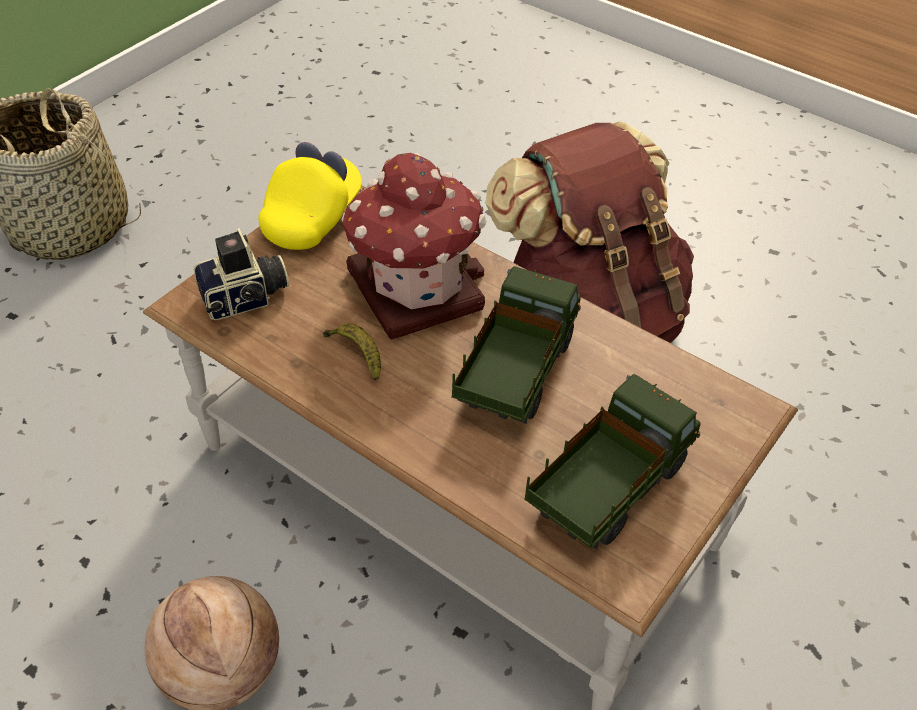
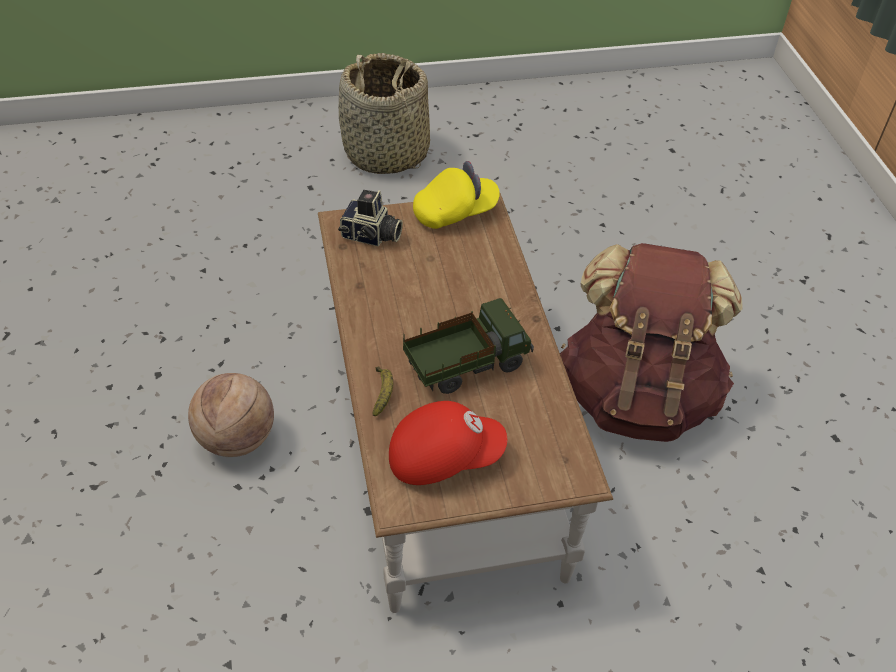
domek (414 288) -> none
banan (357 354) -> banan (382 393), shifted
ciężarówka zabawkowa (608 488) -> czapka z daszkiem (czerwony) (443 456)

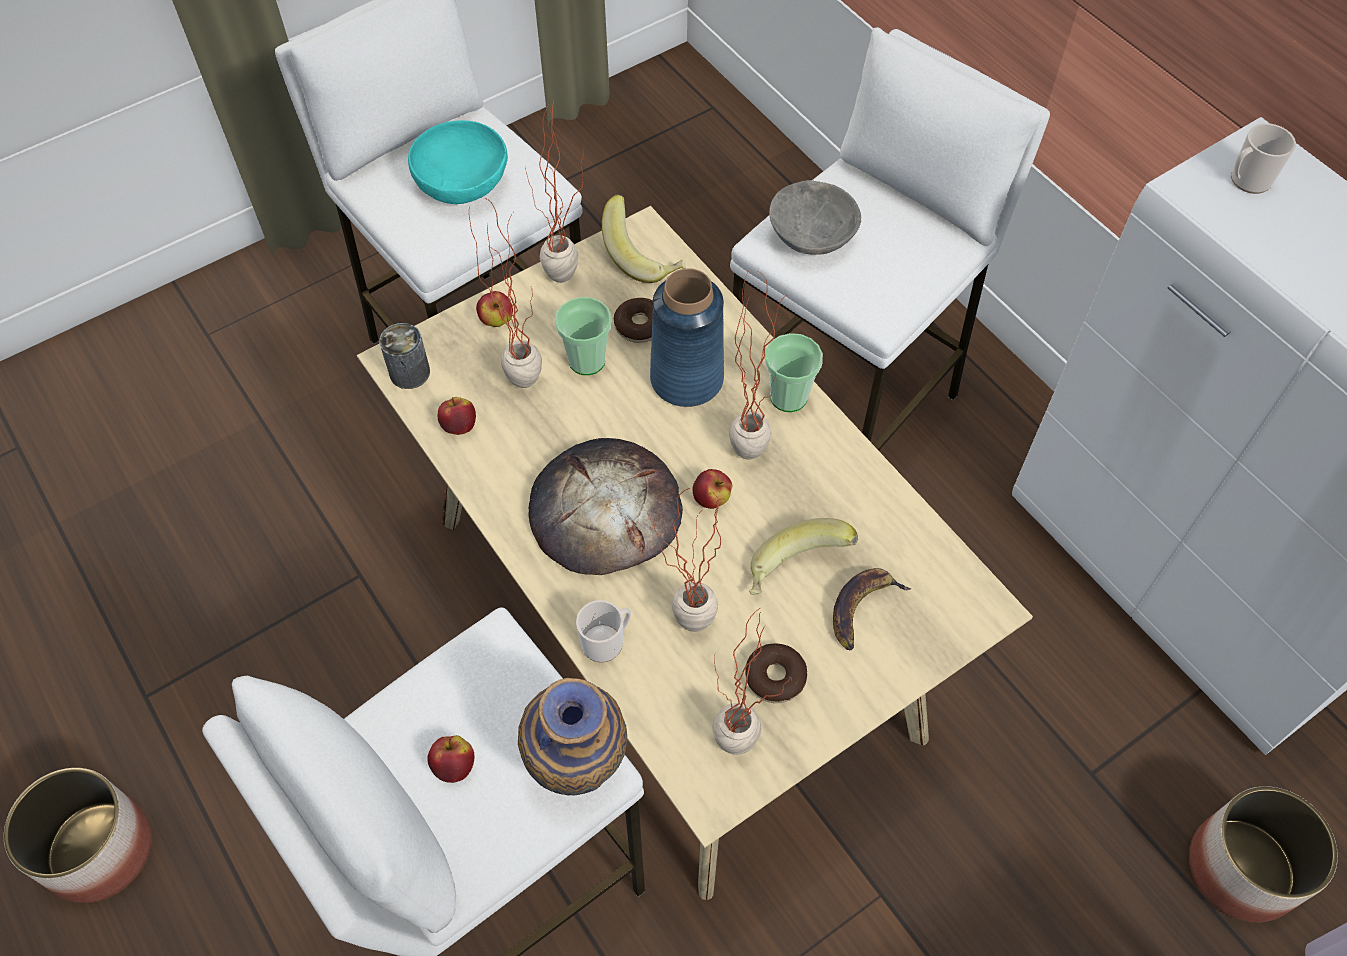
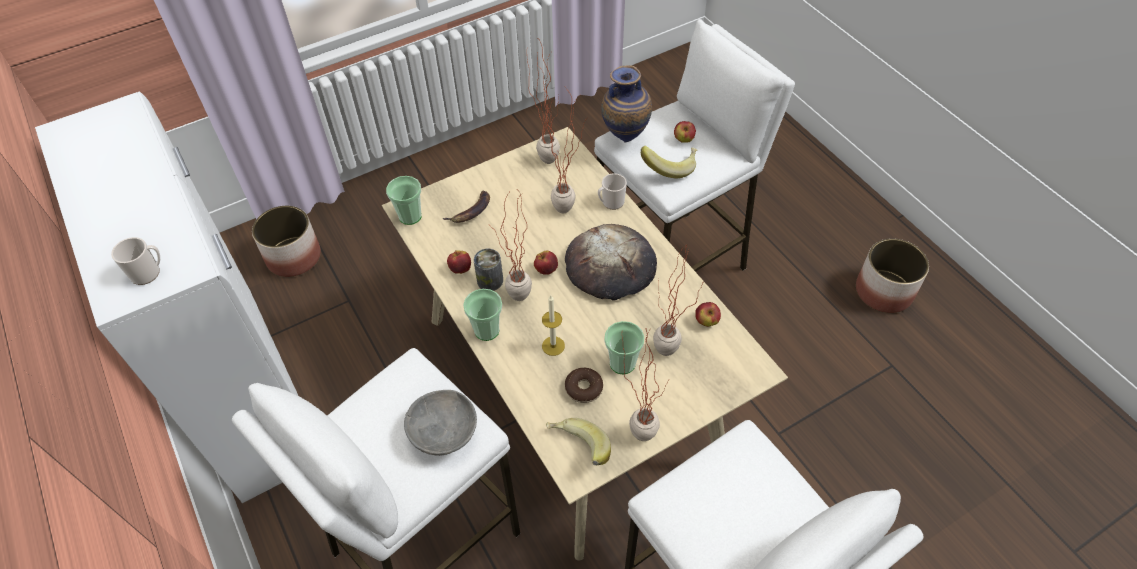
miska (turkusowy) (463 184) -> none
donut (775 677) -> none
none -> filiżanka (410 216)
puszka (409 372) -> puszka (490 280), shifted
jabłko (496 320) -> jabłko (460 269), shifted
banan (796 573) -> banan (669 167), shifted
wazon (niebieski) (687 379) -> świeca (553 346)

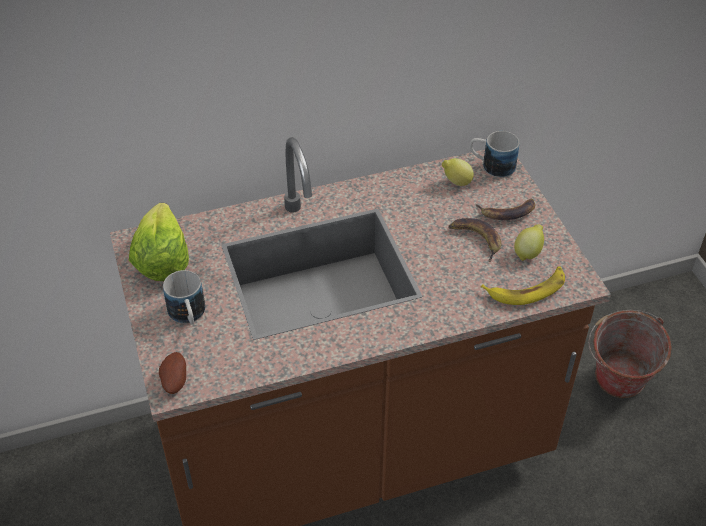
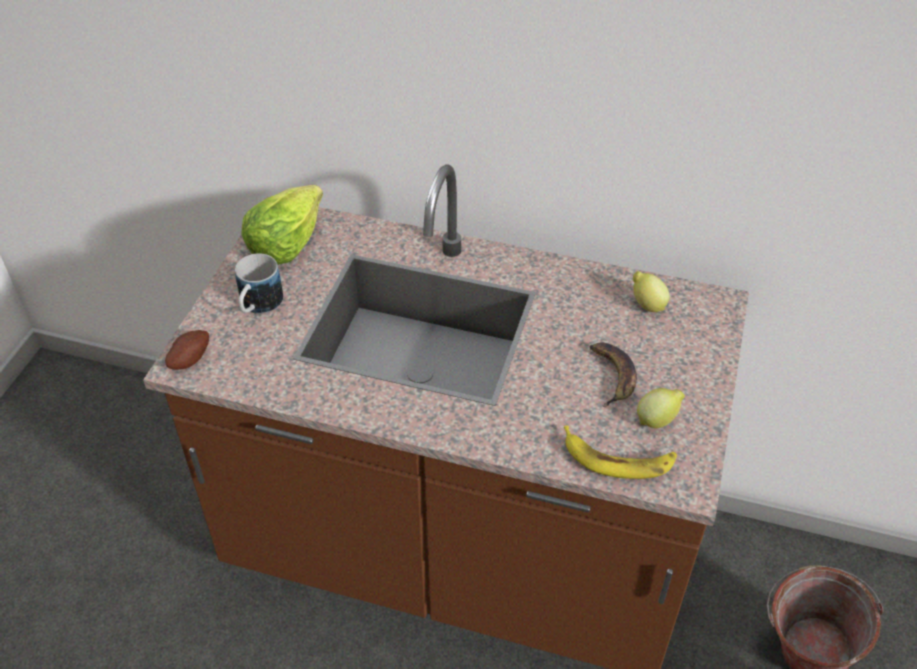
kubek (491 166) -> none
banan (507 212) -> none

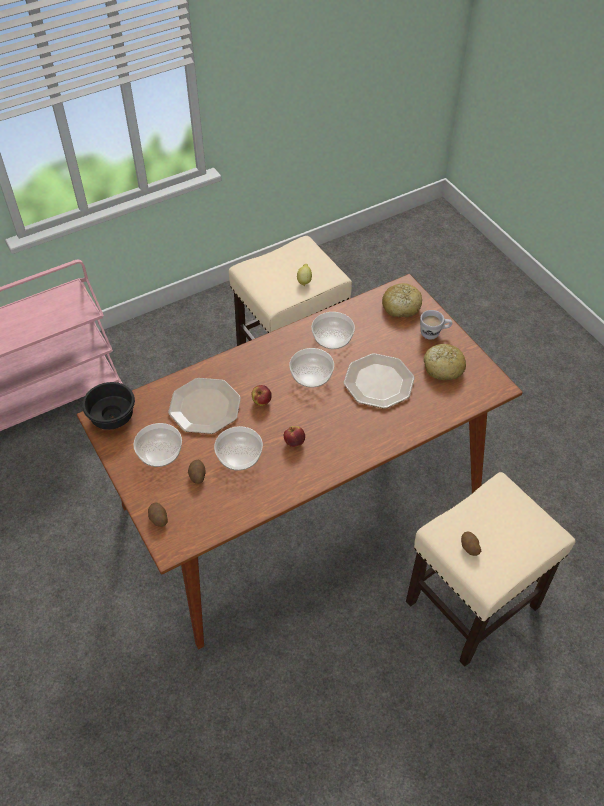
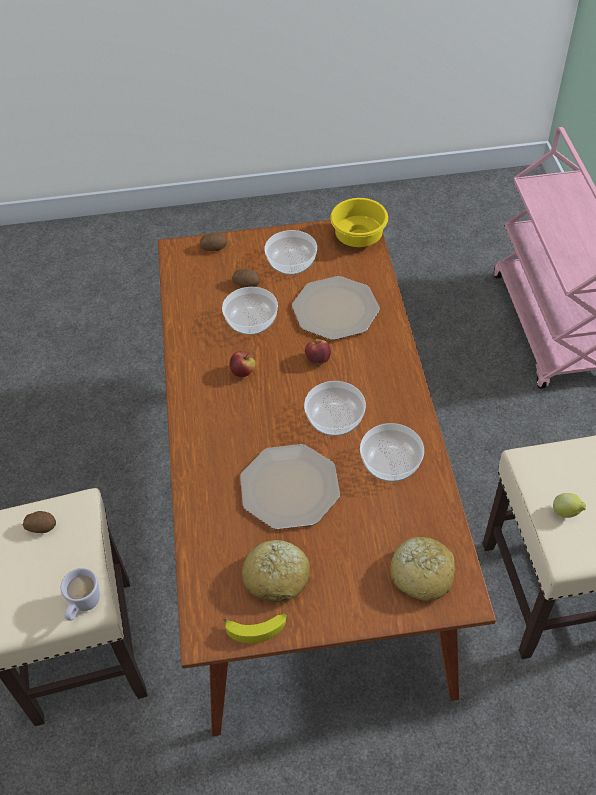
none -> banan (257 628)
kubek (biały) (434 333) -> kubek (biały) (83 606), shifted
miska (czarny) (110 417) -> miska (żółty) (359 236)

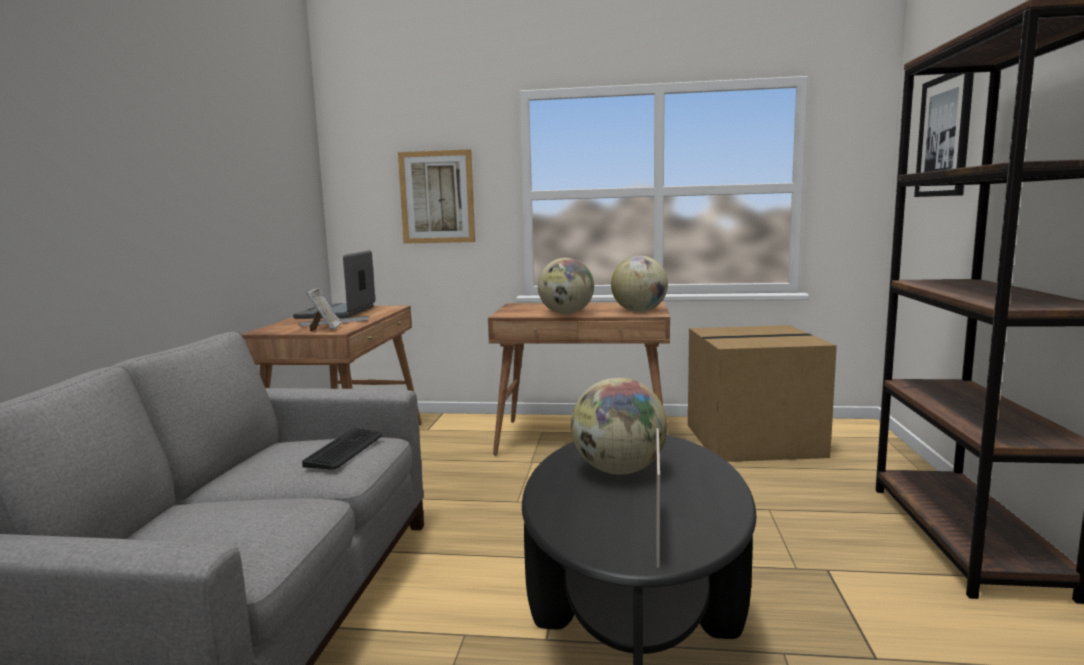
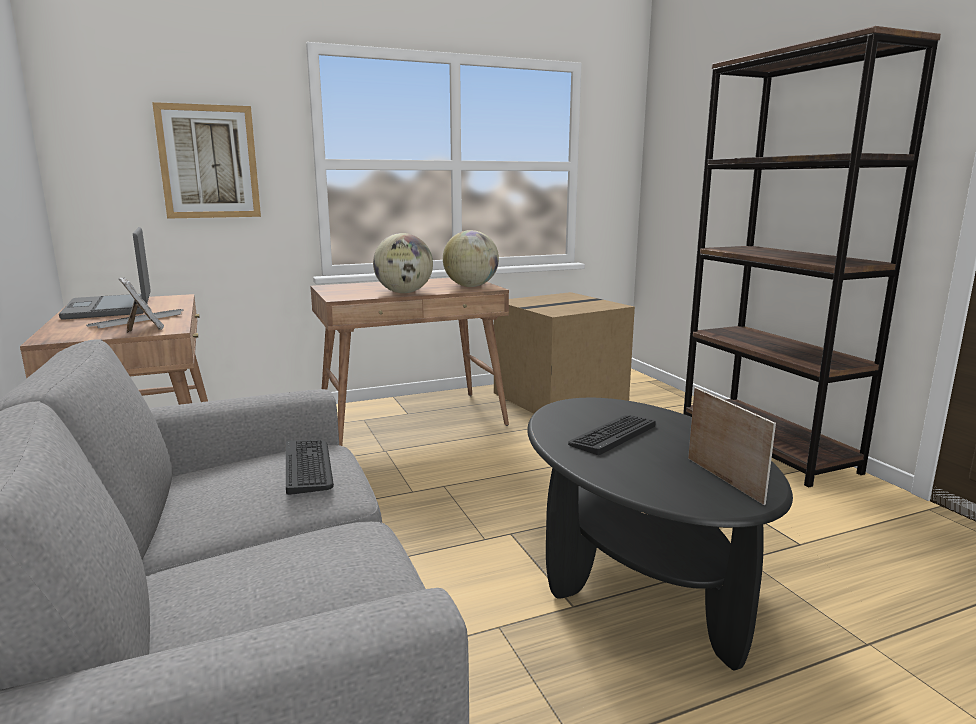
obraz (944 136) -> none
globus (618 470) -> klawiatura (612 434)

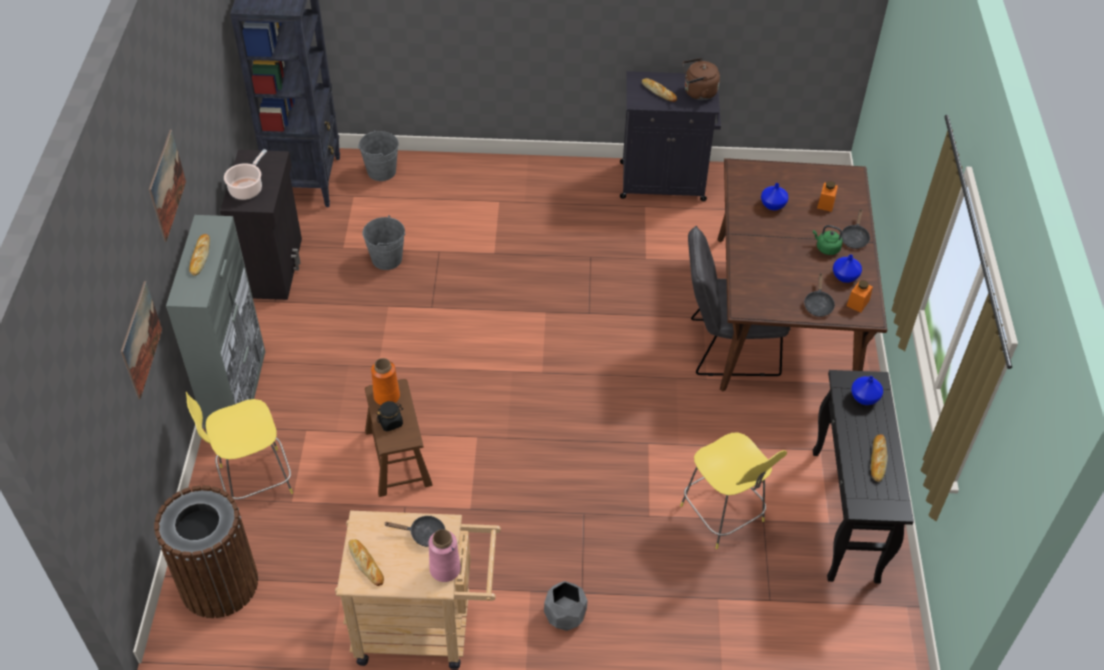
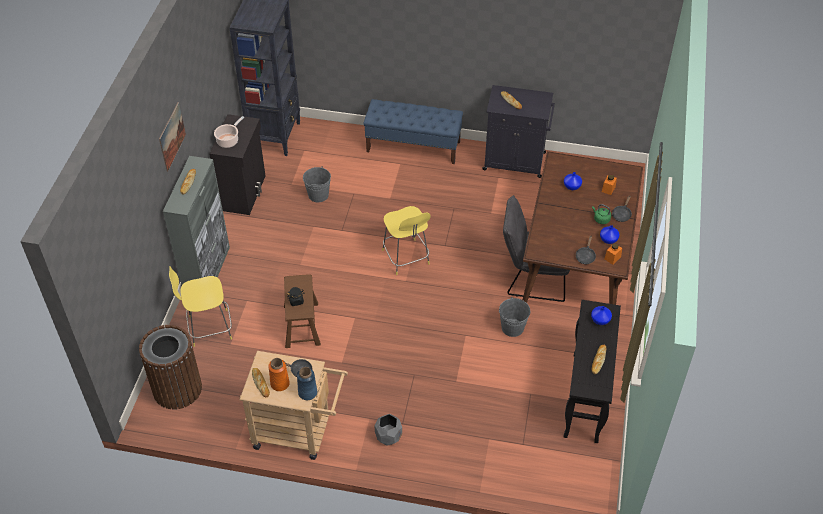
obraz (141 340) -> none
czajnik (brązowy) (698 93) -> none
none -> ławka (niebieski) (413 147)
wiadro (szary) (381 171) -> wiadro (szary) (512 327), shifted
wazon (pomarańczowy) (386 396) -> wazon (pomarańczowy) (279 384), shifted
stołek (żółty) (724 515) -> stołek (żółty) (406 258), shifted
wazon (różowy) (445 569) -> wazon (niebieski) (307 392)

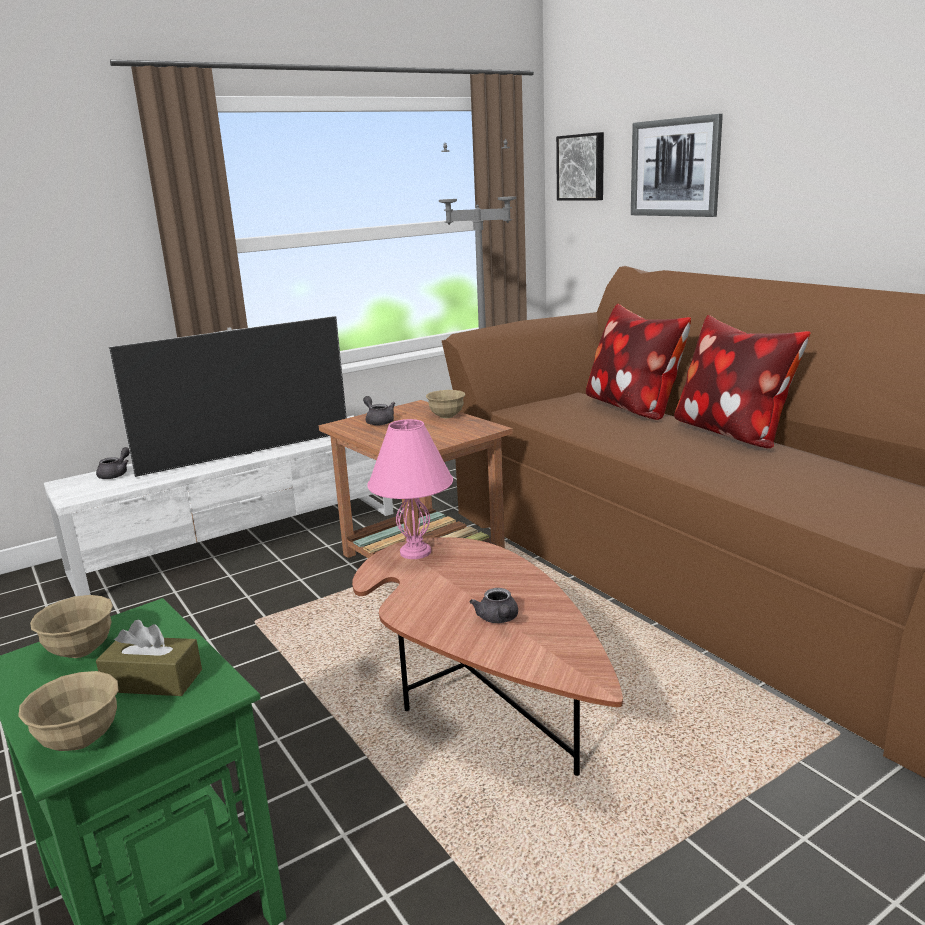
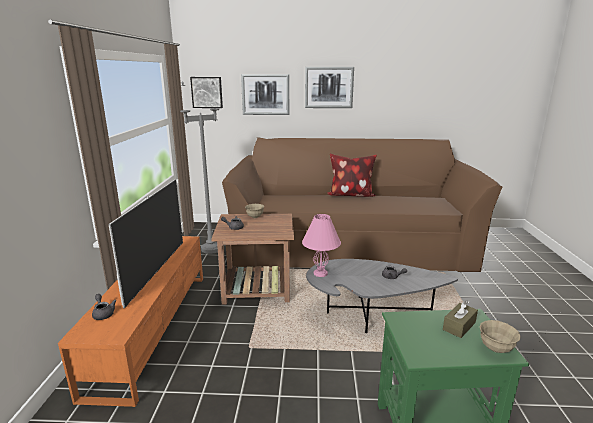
miska (beżowy) (81 651) -> none
poduszka (633 408) -> none
none -> obraz (329 87)
szafka pod telewizor (biały) (240 541) -> szafka pod telewizor (pomarańczowy) (153 326)
ława (brązowy) (480 692) -> ława (szary) (369 314)

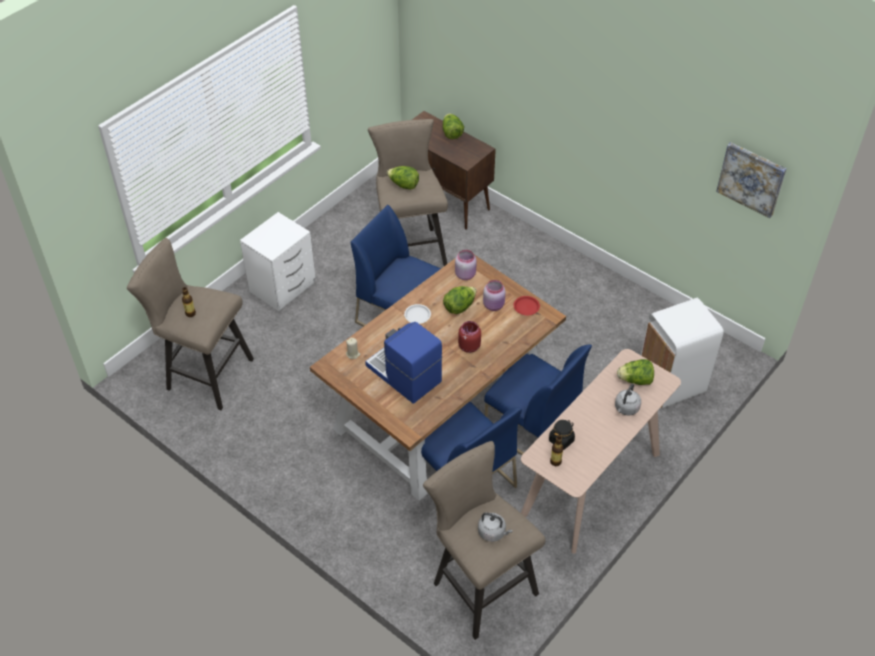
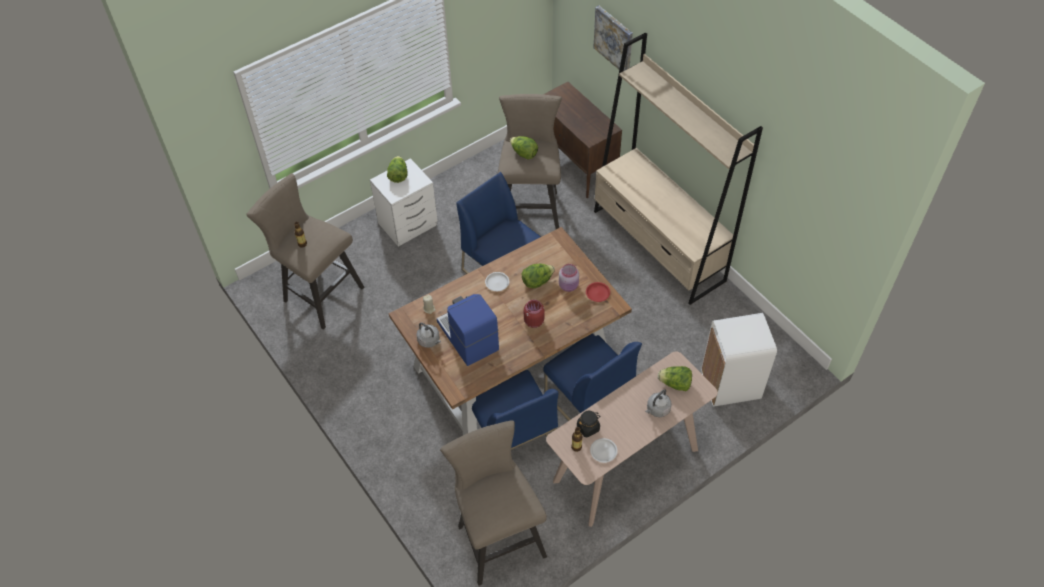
słoik (różowy) (465 274) -> none
none -> talerz (biały) (603 451)
none -> regał (beżowy) (658 246)
sałata (451 133) -> sałata (398 175), shifted
czajnik (szary) (493 532) -> czajnik (szary) (429 341), shifted
obraz (751 179) -> obraz (614 39), shifted

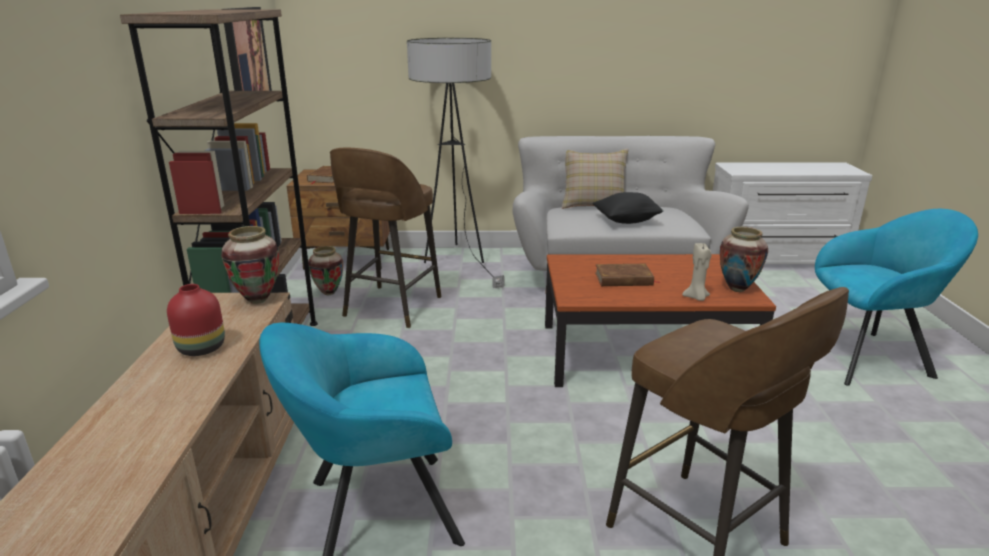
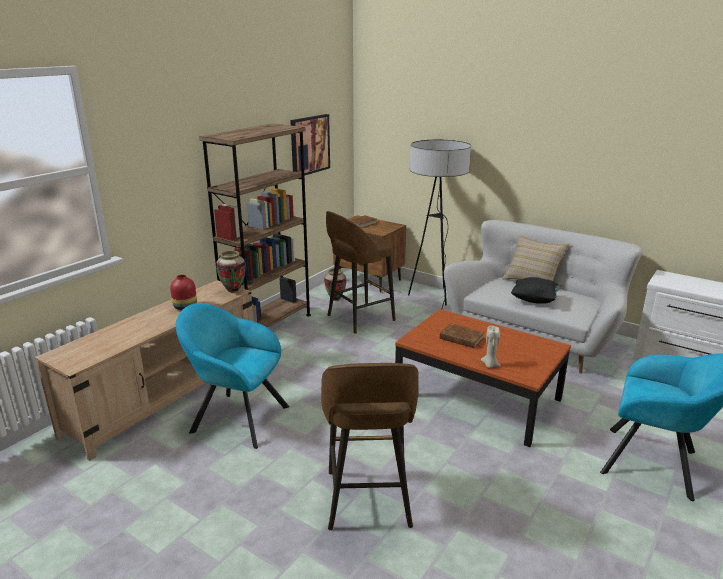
wazon (737 289) -> none

